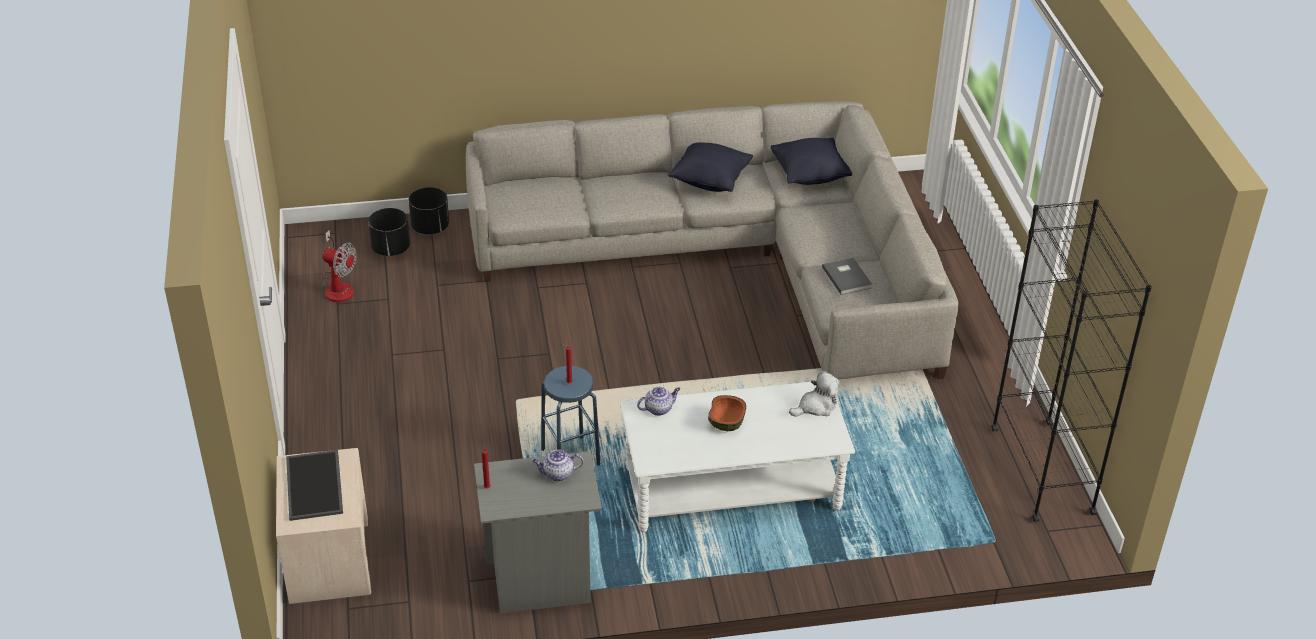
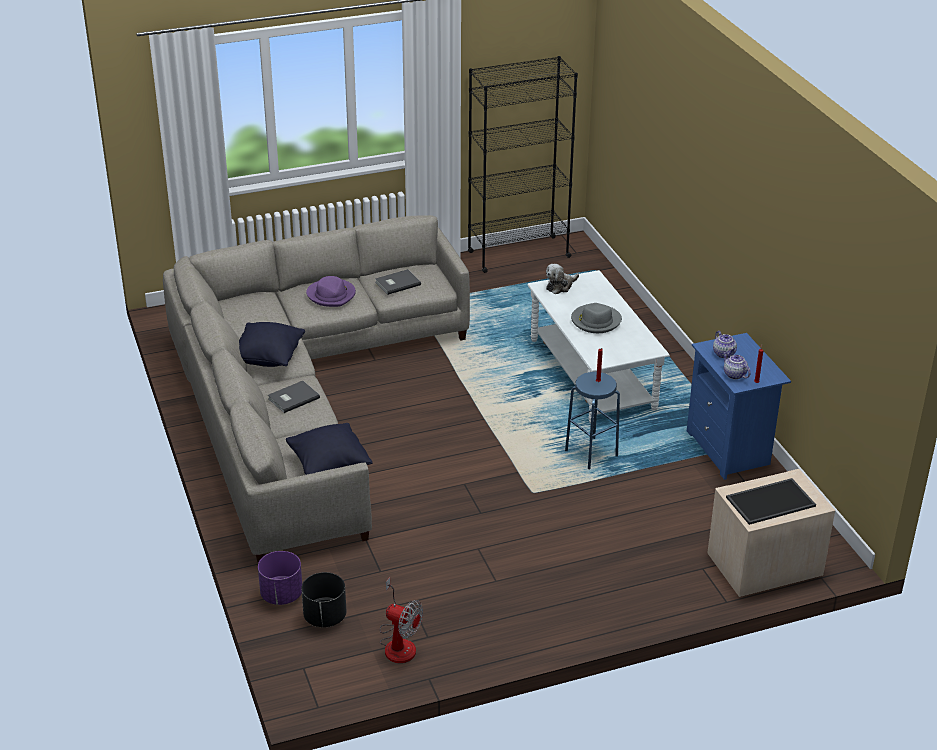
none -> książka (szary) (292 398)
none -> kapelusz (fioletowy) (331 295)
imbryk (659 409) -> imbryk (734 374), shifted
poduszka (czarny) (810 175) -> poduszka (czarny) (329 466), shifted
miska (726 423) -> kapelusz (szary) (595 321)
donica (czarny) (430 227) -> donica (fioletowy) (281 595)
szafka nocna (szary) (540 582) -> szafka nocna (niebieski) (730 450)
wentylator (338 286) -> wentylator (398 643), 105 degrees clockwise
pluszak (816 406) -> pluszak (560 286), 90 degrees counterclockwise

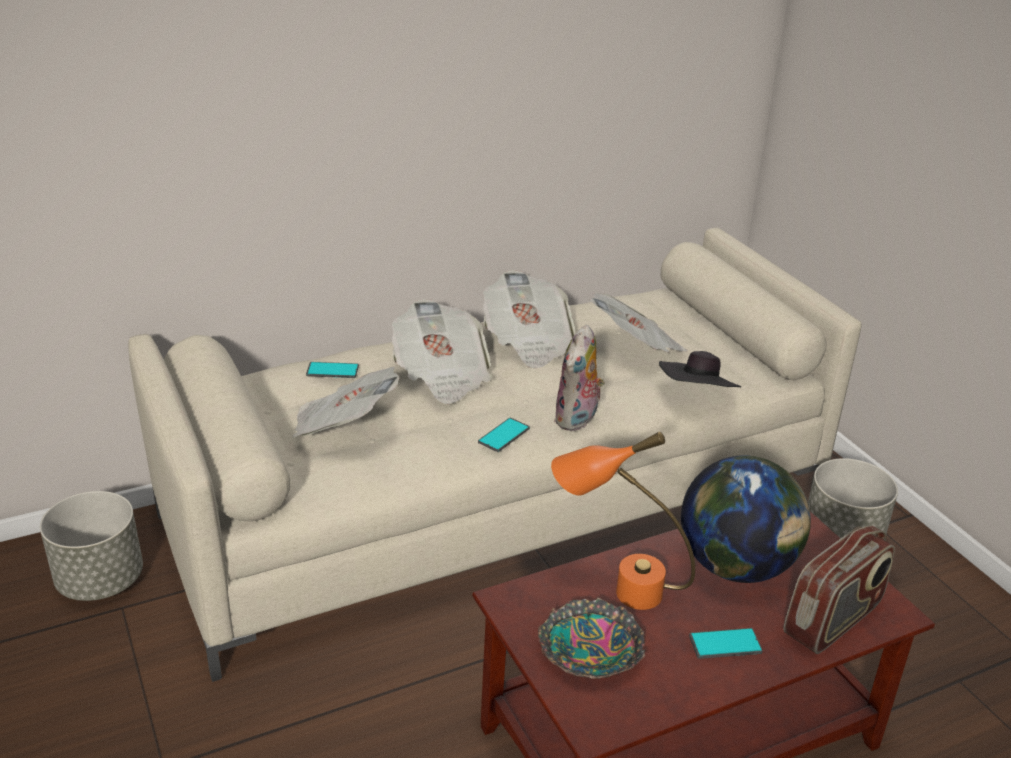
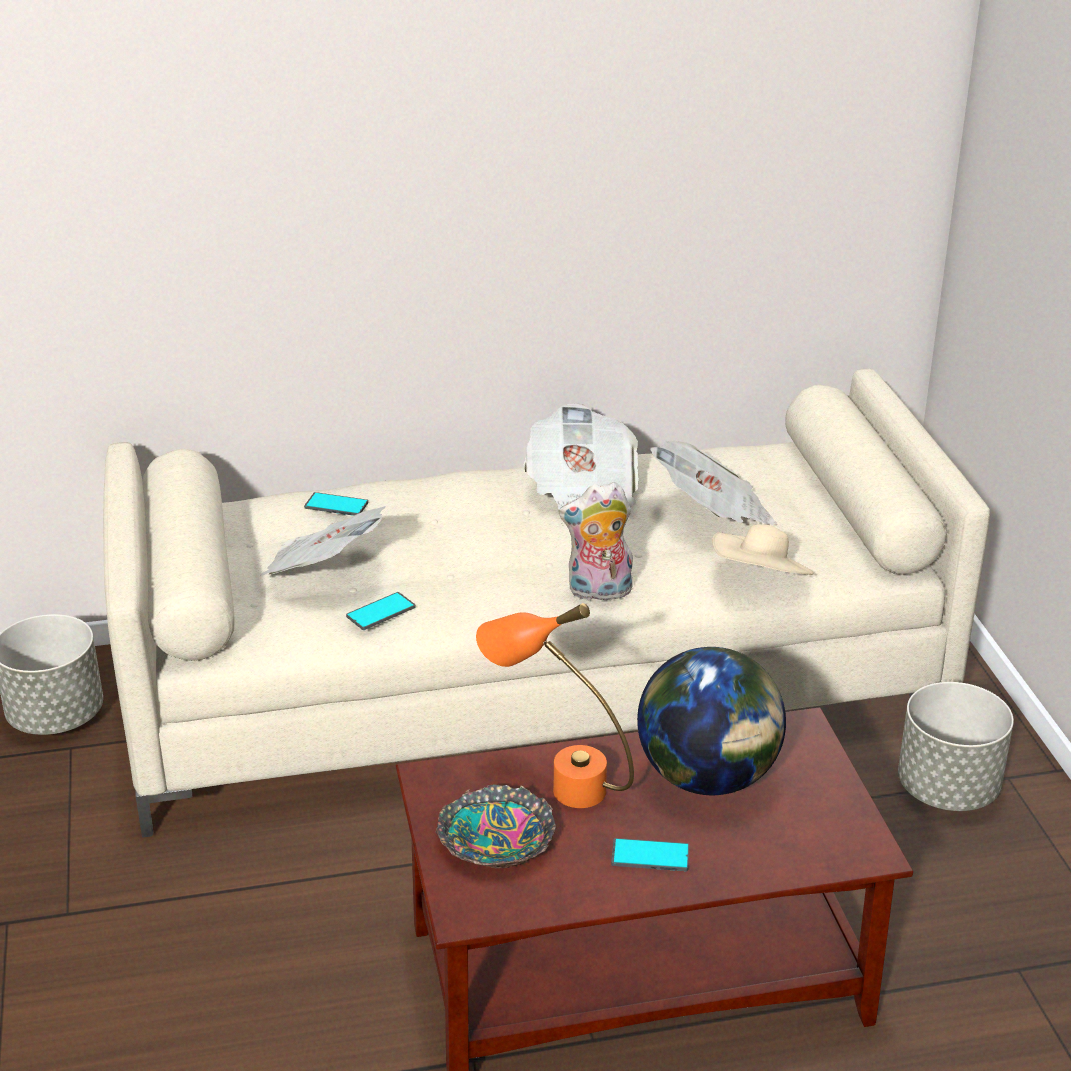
gazeta (442 375) -> none
radio (833 620) -> none
telefon (503 435) -> telefon (380 612), shifted
kapelusz (czarny) (697 395) -> kapelusz (beżowy) (761 579)
pluszak (577 420) -> pluszak (598 592), 45 degrees clockwise

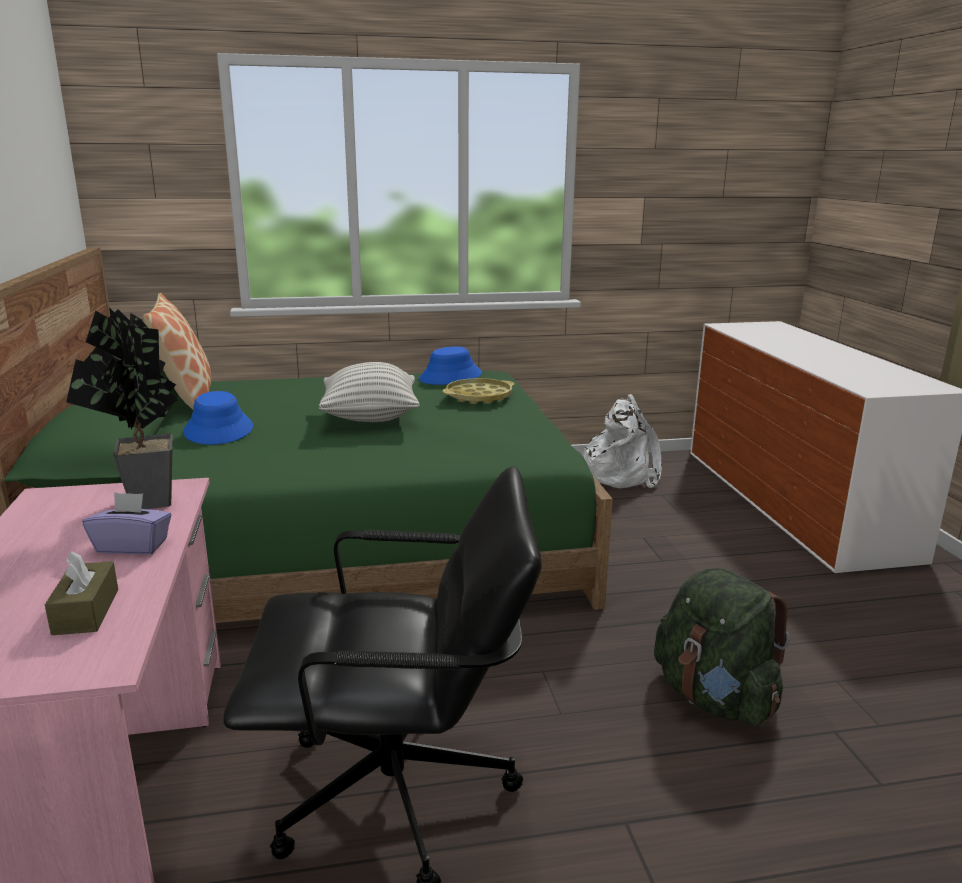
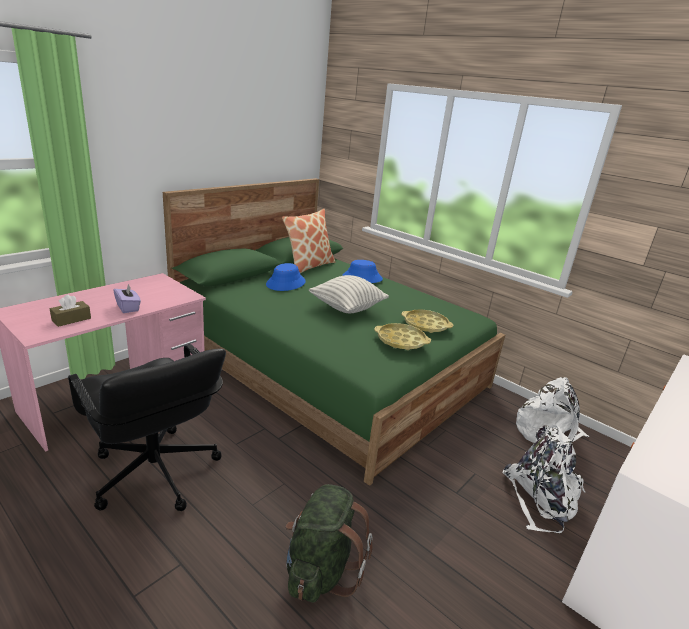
roślina doniczkowa (147 504) -> none
none -> taca (żółty) (401 340)
none -> plecak (biały) (541 498)
kapelusz (niebieski) (451 377) -> kapelusz (niebieski) (362 278), shifted

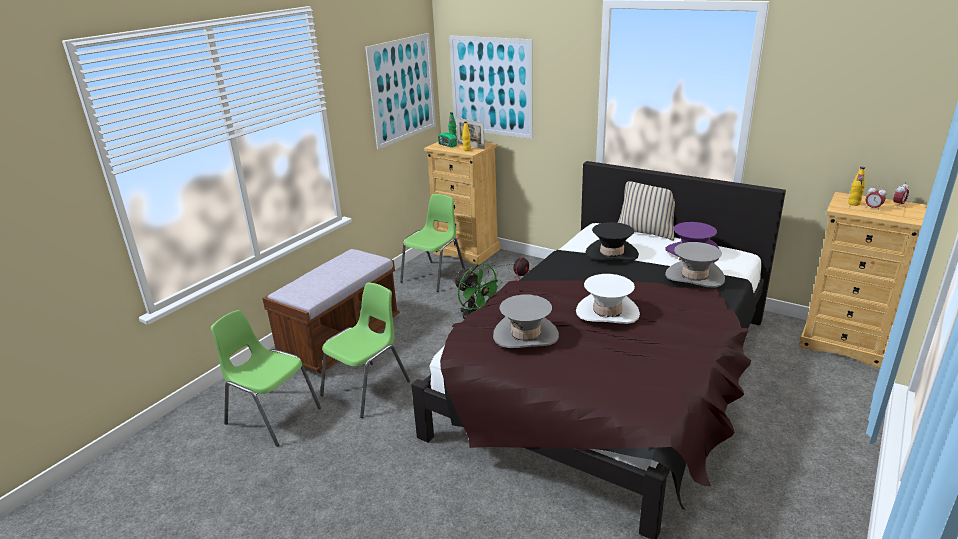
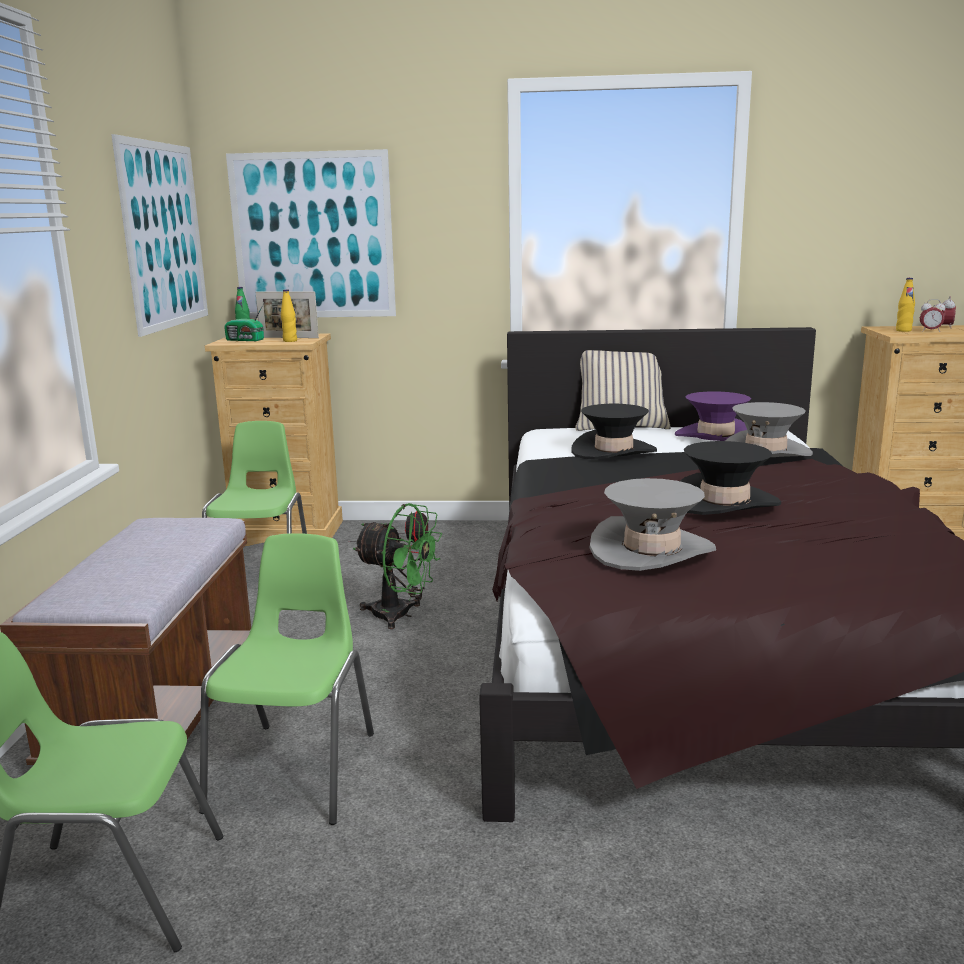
kapelusz (biały) (607 312) -> kapelusz (czarny) (724 502)

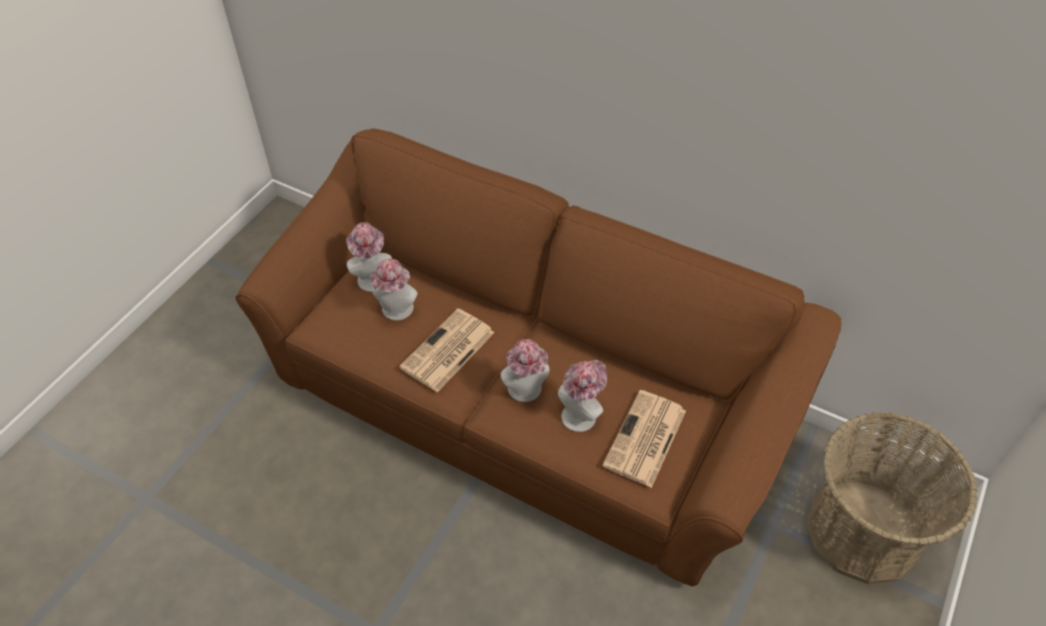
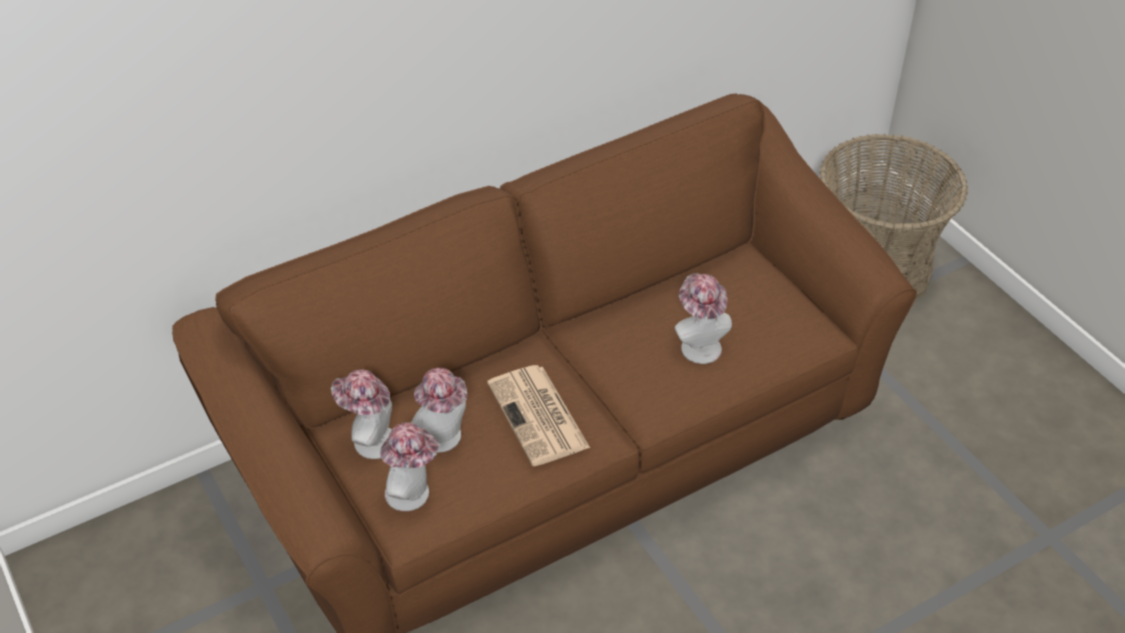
gazeta (645 439) -> none
kapelusz (526 391) -> kapelusz (413 494), shifted

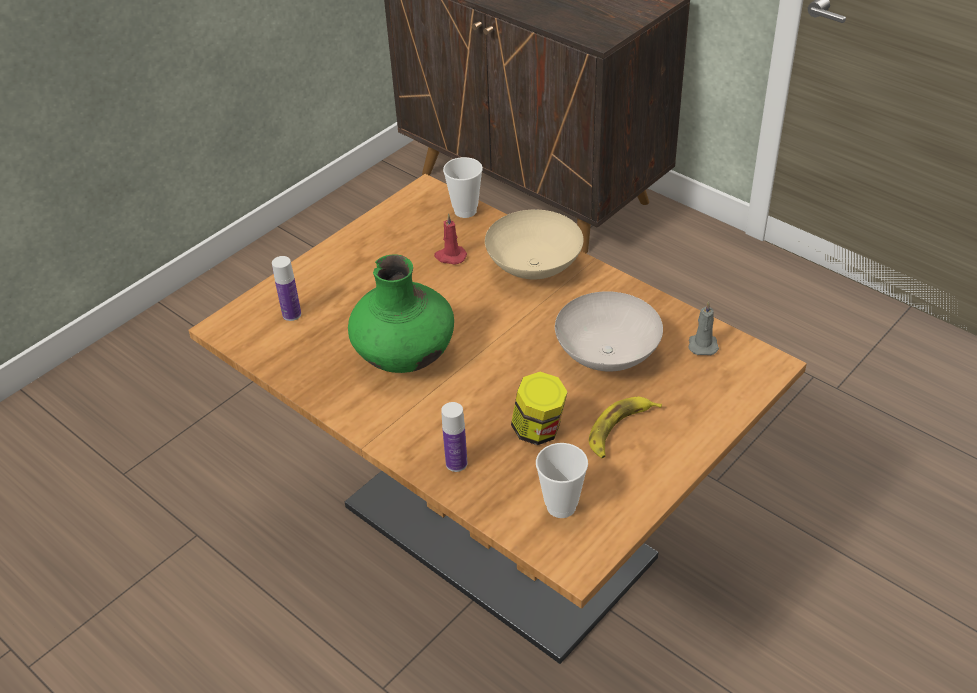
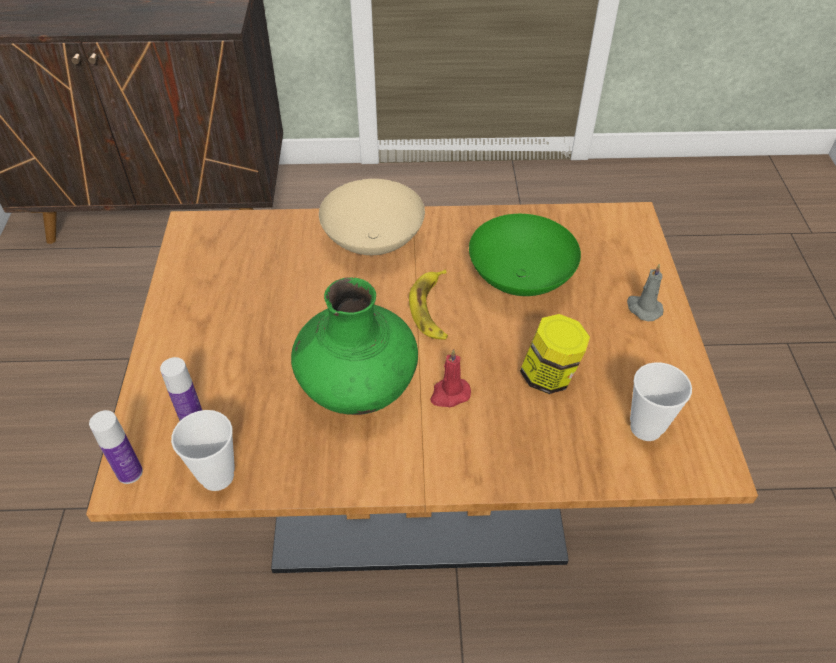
świeca (czerwony) (450 256) -> świeca (czerwony) (449 394), shifted
butelka (456 463) -> butelka (130 473), shifted
filiżanka (465 211) -> filiżanka (217 476), shifted
banan (620 430) -> banan (432 309), shifted
świeca (szary) (702 344) -> świeca (szary) (643 308), shifted
miska (biały) (606 355) -> miska (zielony) (518 279)

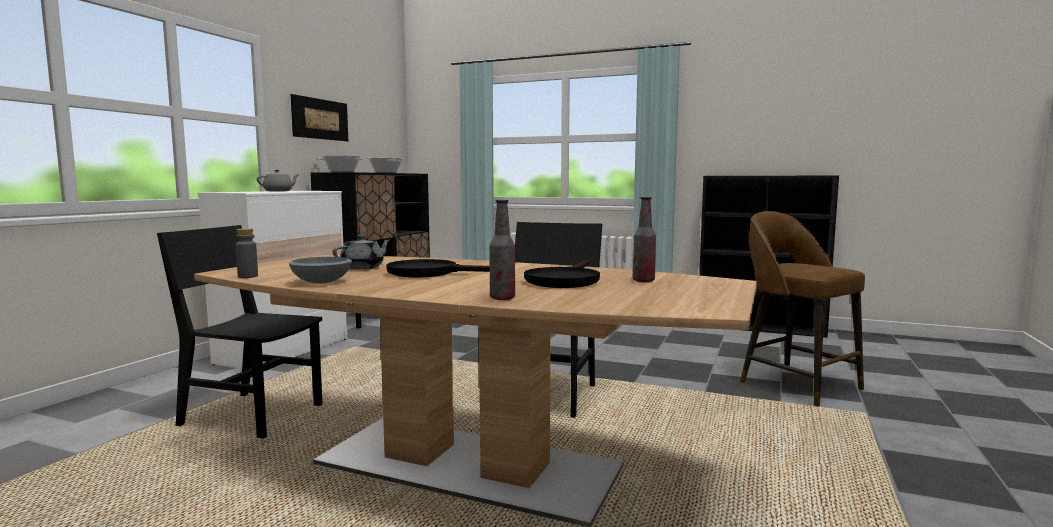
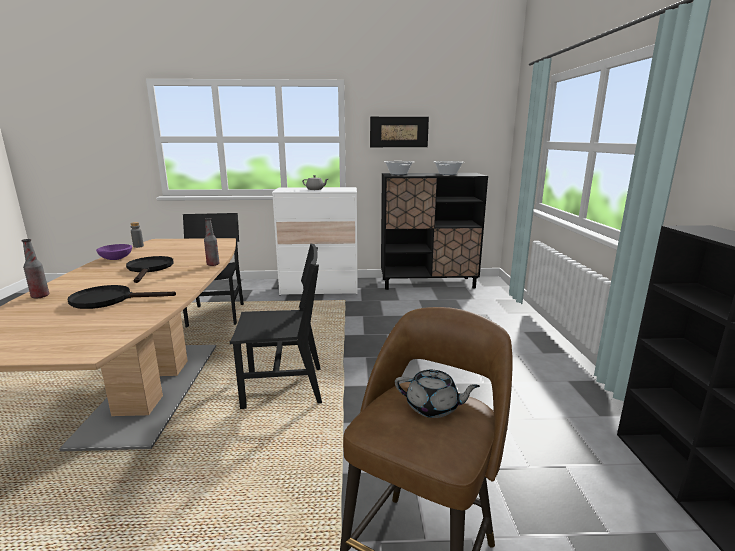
imbryk (szary) (363 267) -> imbryk (szary) (433 407), shifted
butelka (643 281) -> butelka (213 264), shifted
miska (szary) (321 282) -> miska (fioletowy) (115 259)

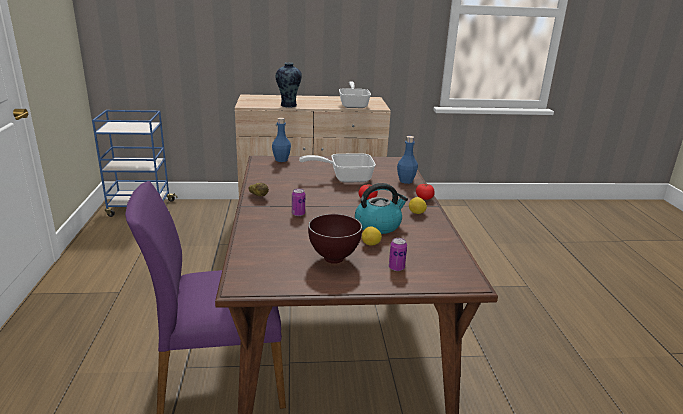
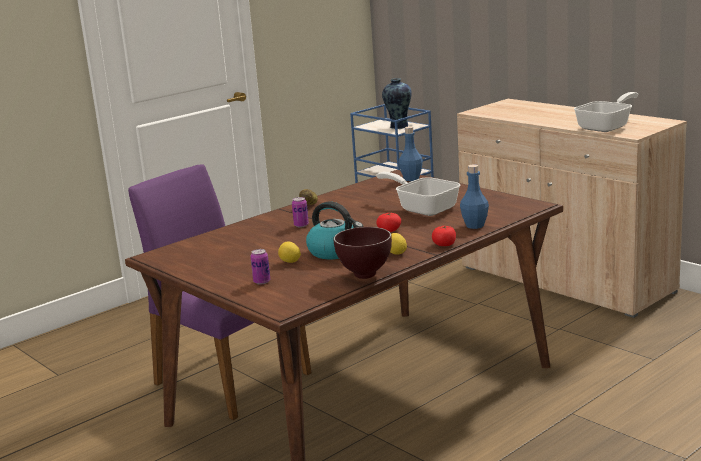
wazon (288 105) -> wazon (398 126), shifted
miska (brązowy) (335 260) -> miska (brązowy) (365 276), shifted

